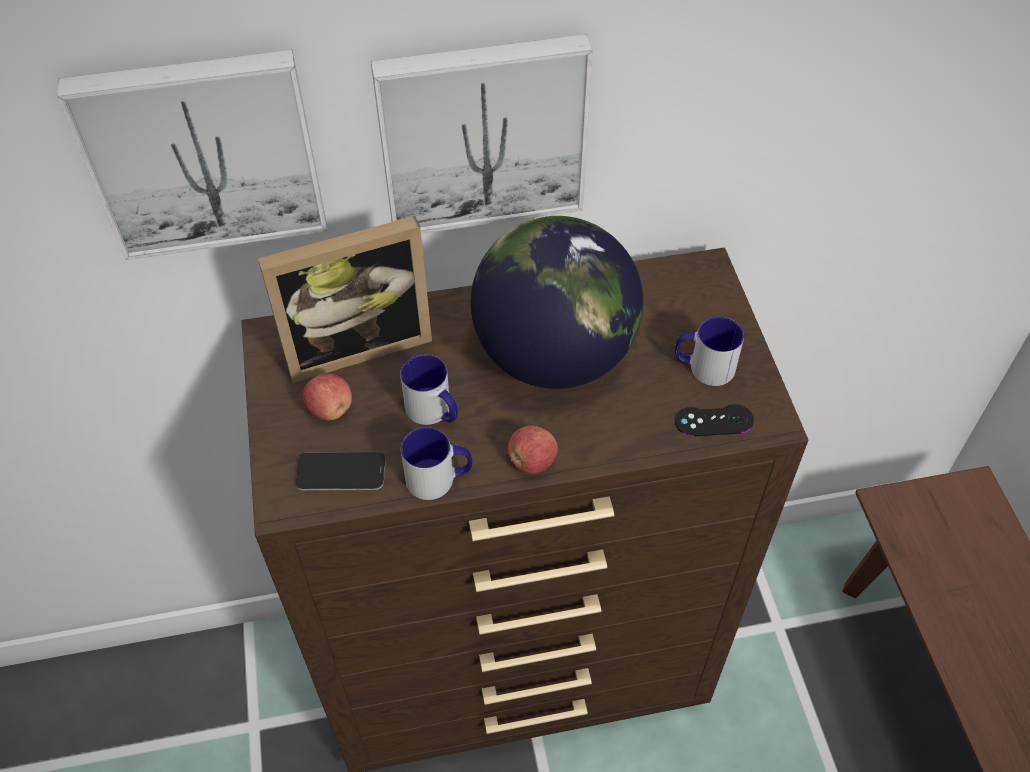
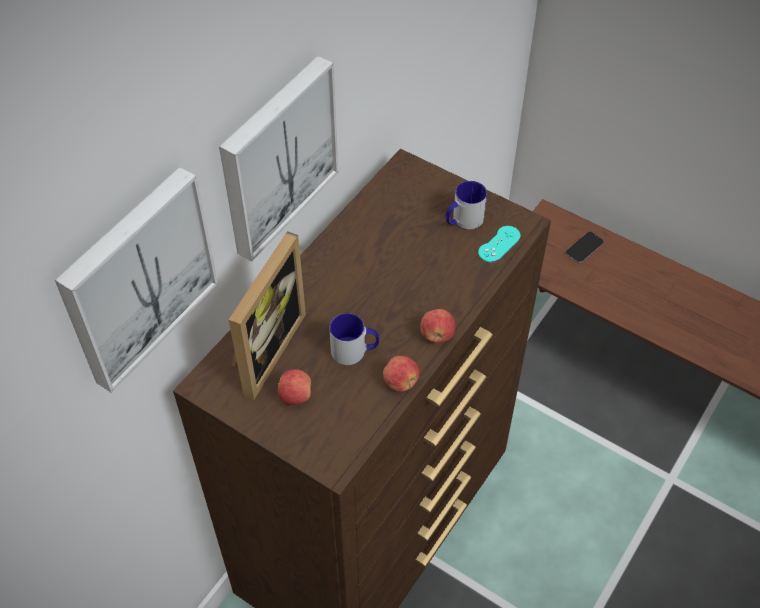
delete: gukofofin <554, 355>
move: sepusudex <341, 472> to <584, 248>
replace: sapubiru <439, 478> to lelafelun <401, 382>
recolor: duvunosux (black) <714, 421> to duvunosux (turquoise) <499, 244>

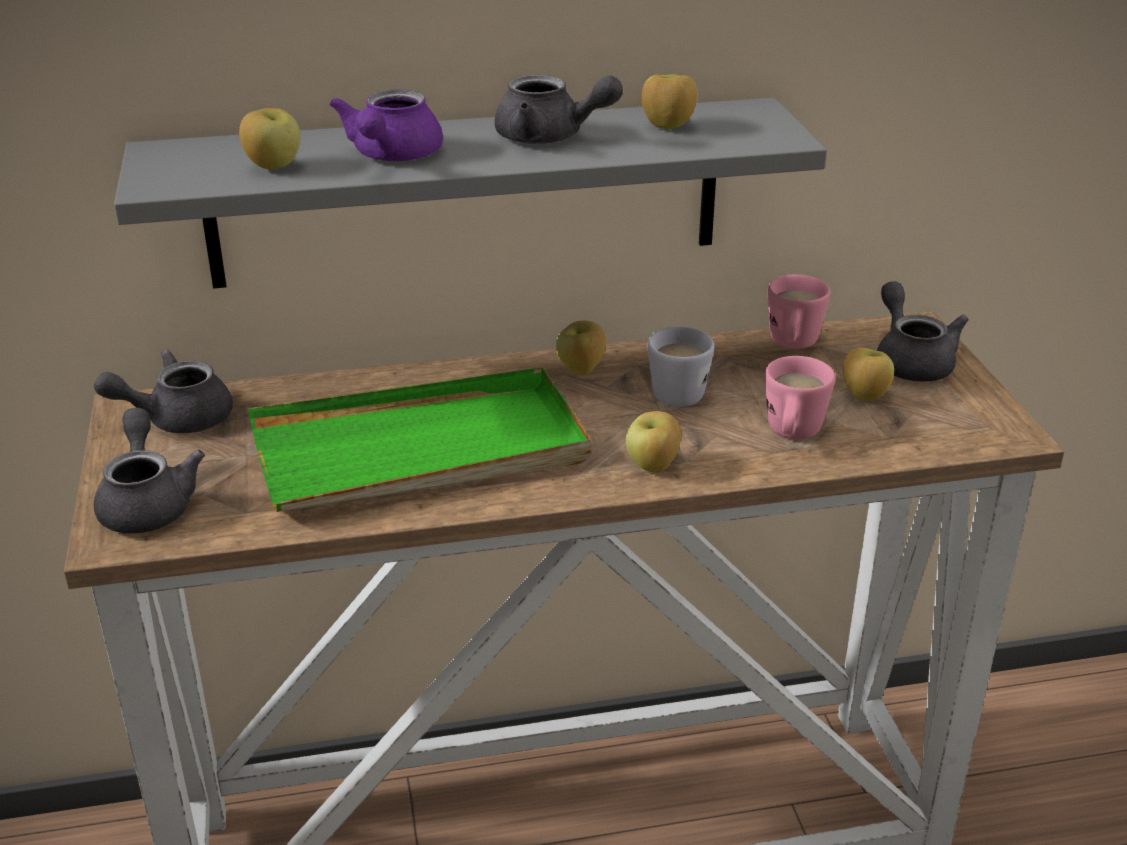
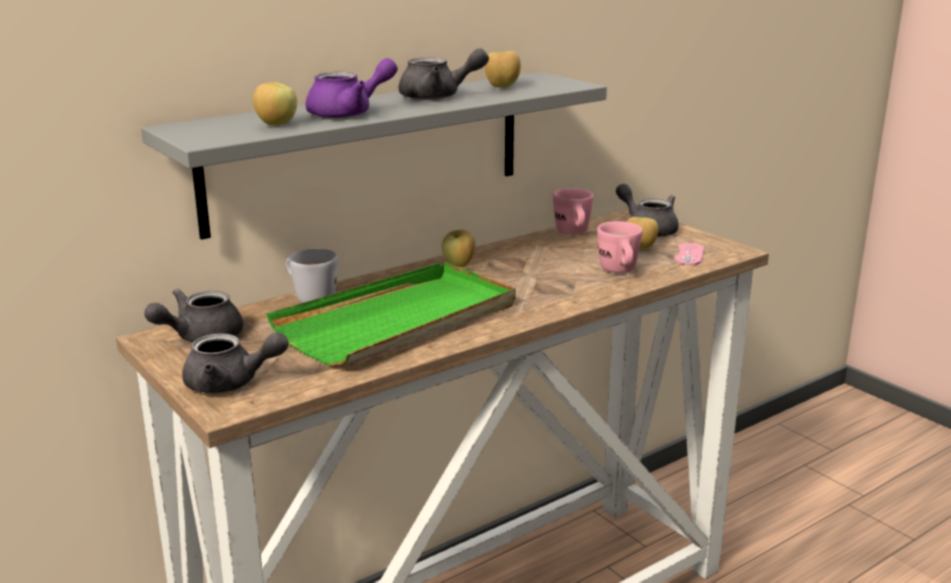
delete: lelafelun <653, 466>
insert: duvunosux (pink) <689, 254>
move: sapubiru (white) <672, 391> to <310, 297>
rotate: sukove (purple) <391, 156> = <349, 113> 105 degrees counterclockwise; sukove (grey) <148, 502> = <231, 383> 135 degrees clockwise

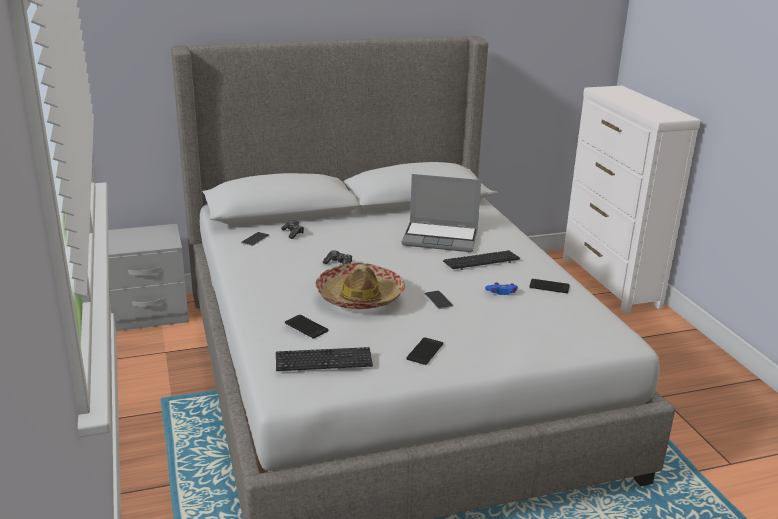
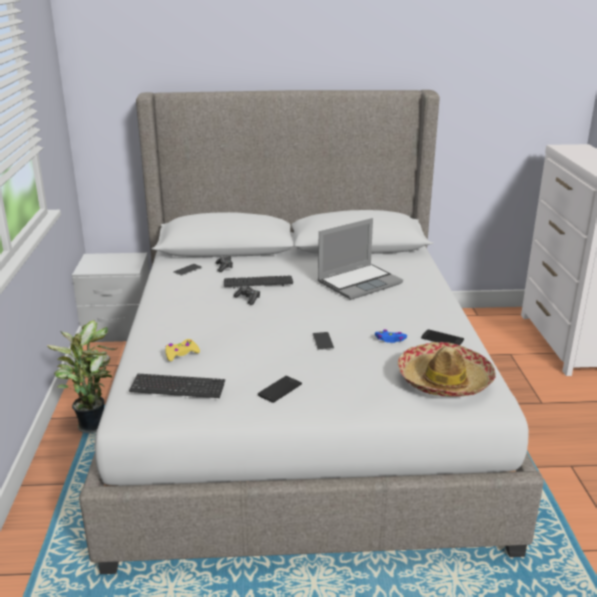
insert: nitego <92, 424>
move: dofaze <481, 261> to <258, 283>; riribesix <360, 296> to <444, 380>
replace: sepusudex <306, 327> to duvunosux (yellow) <181, 354>
rotate: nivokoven <441, 238> = <359, 282> 60 degrees counterclockwise

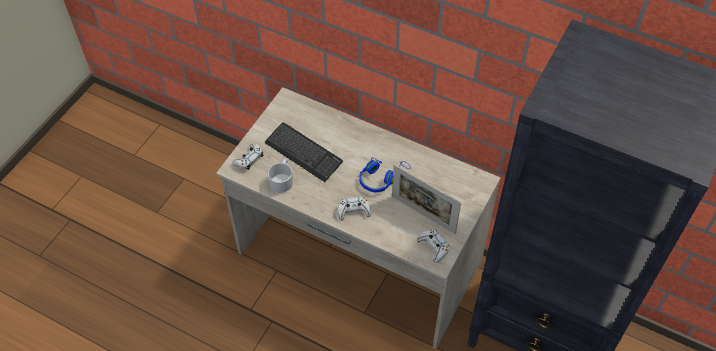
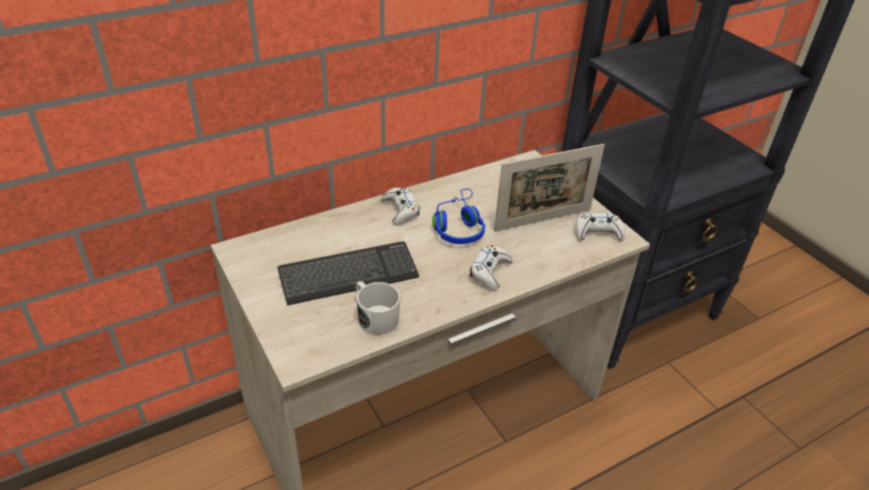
move: duvunosux (white) <249, 159> to <400, 210>

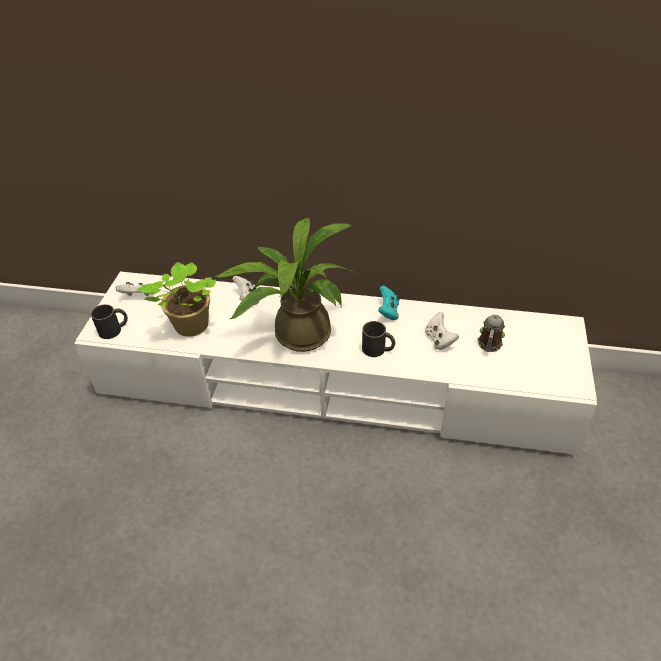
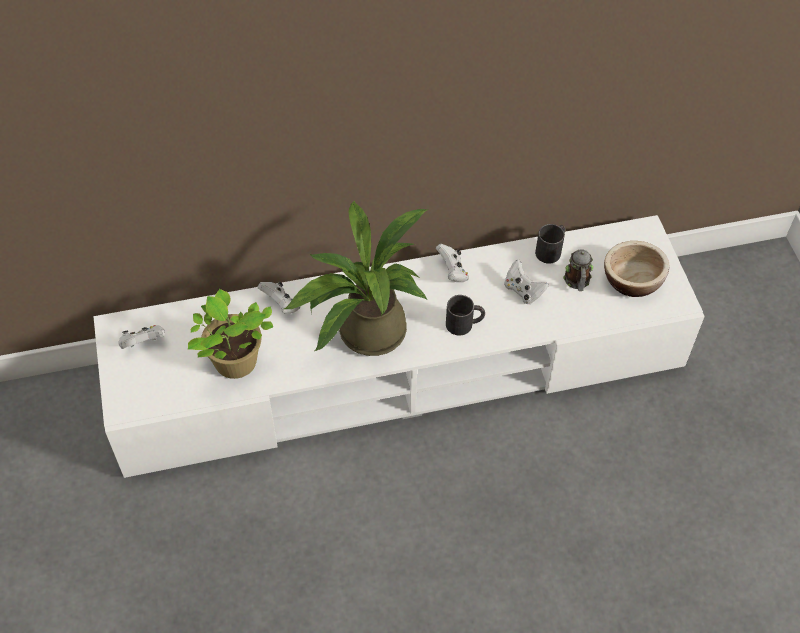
insert: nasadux <632, 280>
move: sapubiru (black) <114, 329> to <551, 250>
recolor: duvunosux (turquoise) <388, 311> to duvunosux (white) <452, 272>

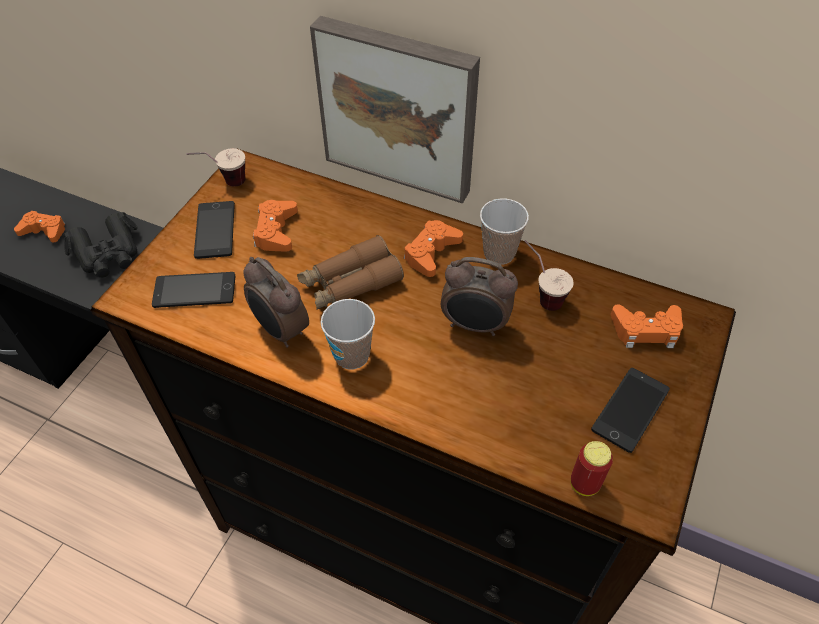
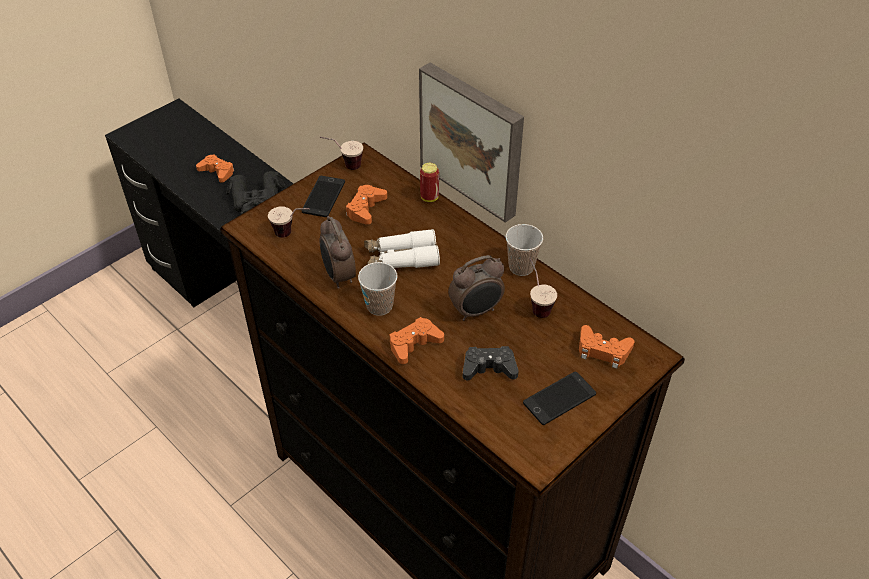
insert: duvunosux (black) <489, 368>
move: duvunosux (orange) <431, 253> to <414, 344>; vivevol <584, 483> to <429, 197>
replace: sepusudex <194, 291> to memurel <292, 234>
recolor: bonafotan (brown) <350, 283> to bonafotan (white) <401, 258>
rotate: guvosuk <475, 325> = <476, 311> 60 degrees counterclockwise

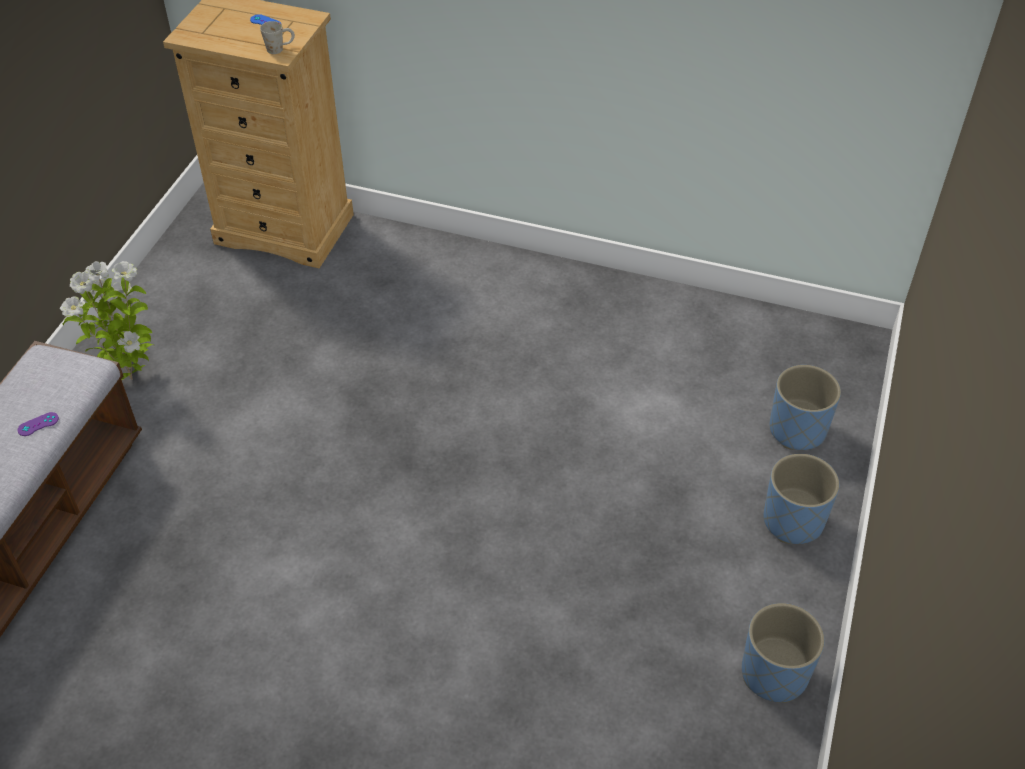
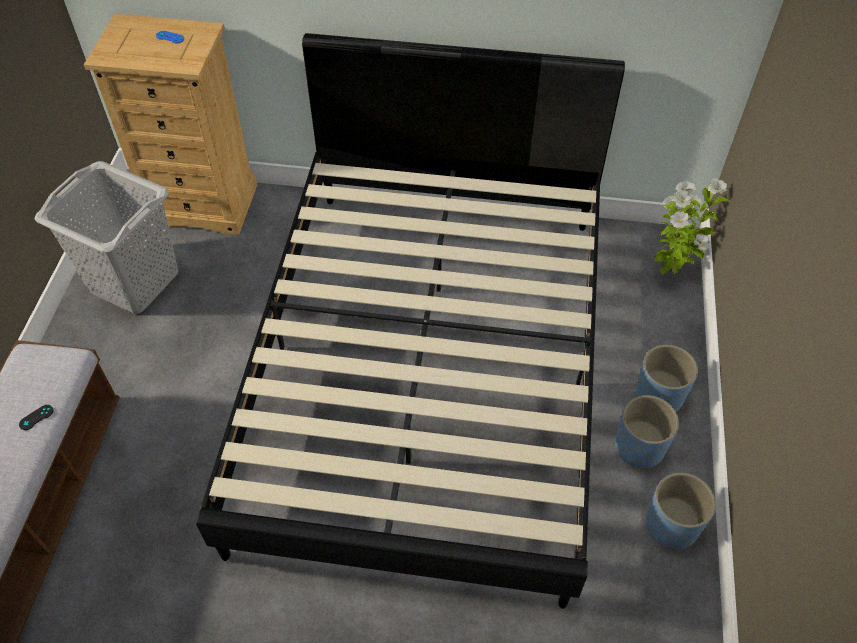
delete: sapubiru (white) <280, 48>
insert: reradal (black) <429, 368>; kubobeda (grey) <134, 281>
move: nitego <131, 378> to <670, 271>; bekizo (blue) <797, 430> to <639, 447>
recolor: duvunosux (purple) <38, 424> to duvunosux (black) <36, 417>

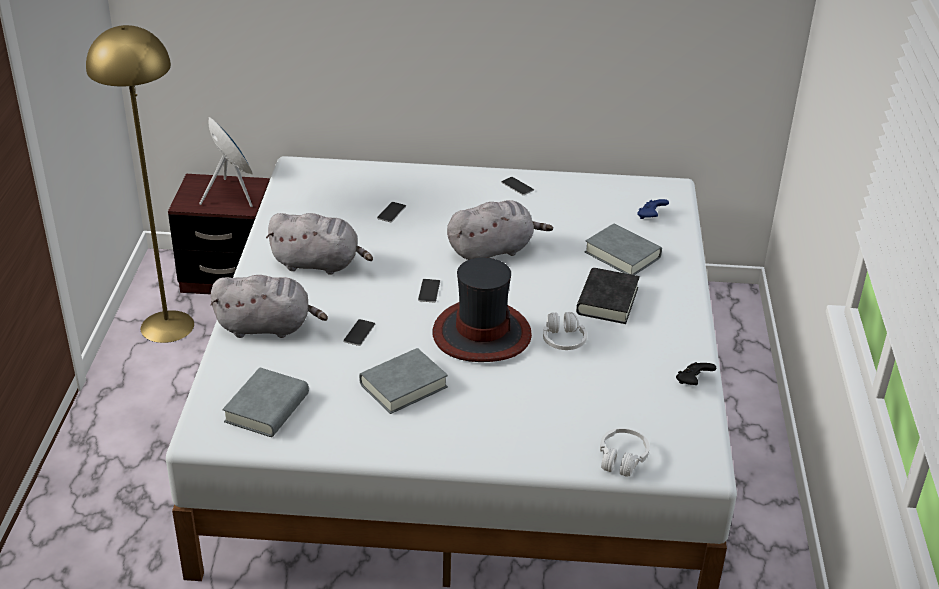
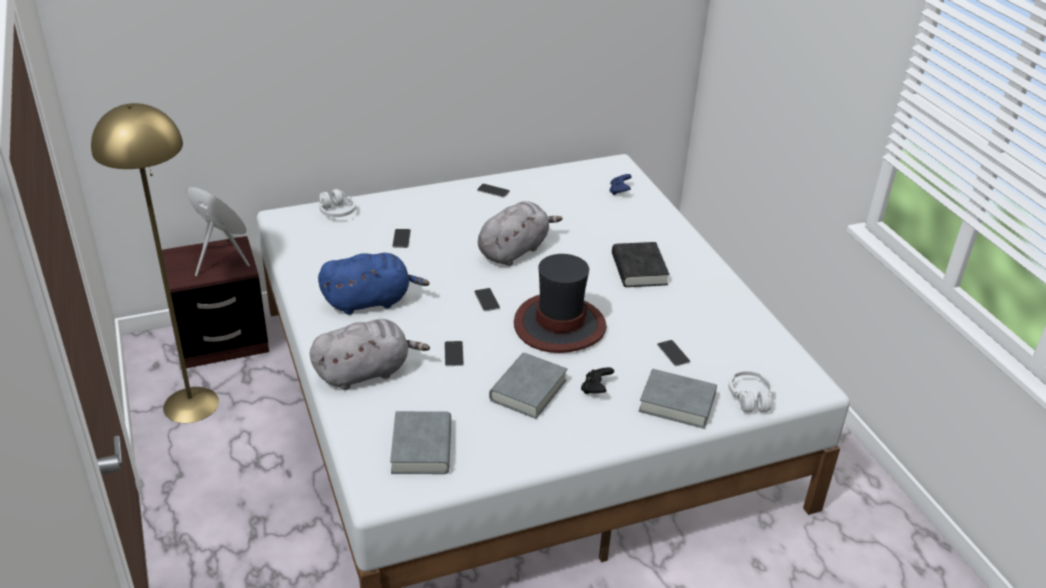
insert: sepusudex <673, 353>
move: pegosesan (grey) <622, 255> to <677, 403>; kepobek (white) <563, 340> to <336, 212>; duvunosux (black) <693, 382> to <596, 389>
recolor: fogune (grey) <319, 264> to fogune (blue) <370, 301>

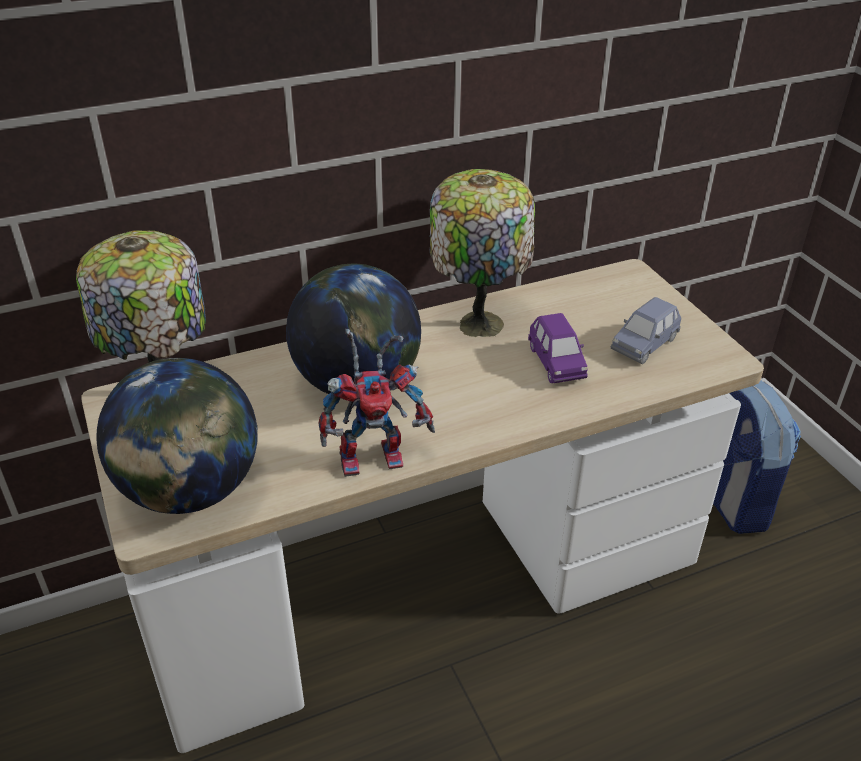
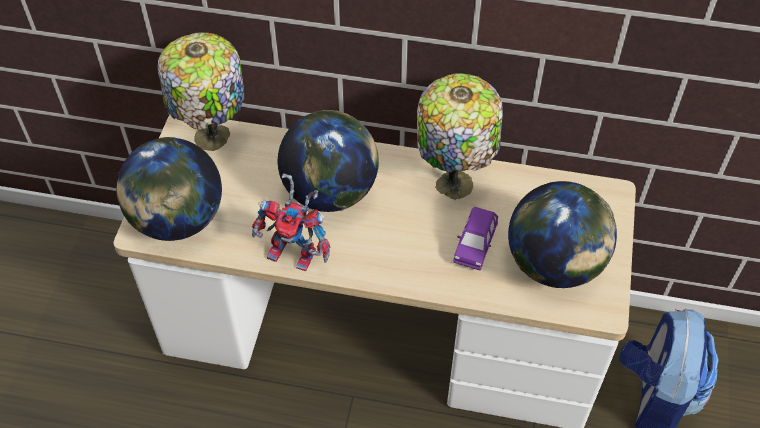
replace: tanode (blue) <644, 345> to gukofofin <554, 264>

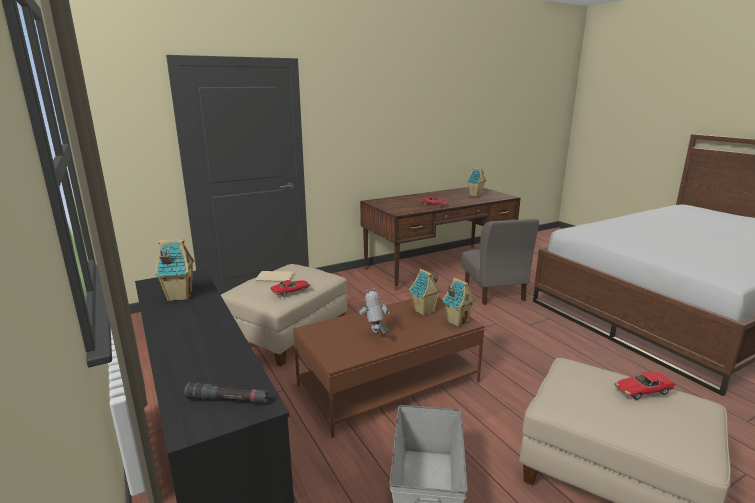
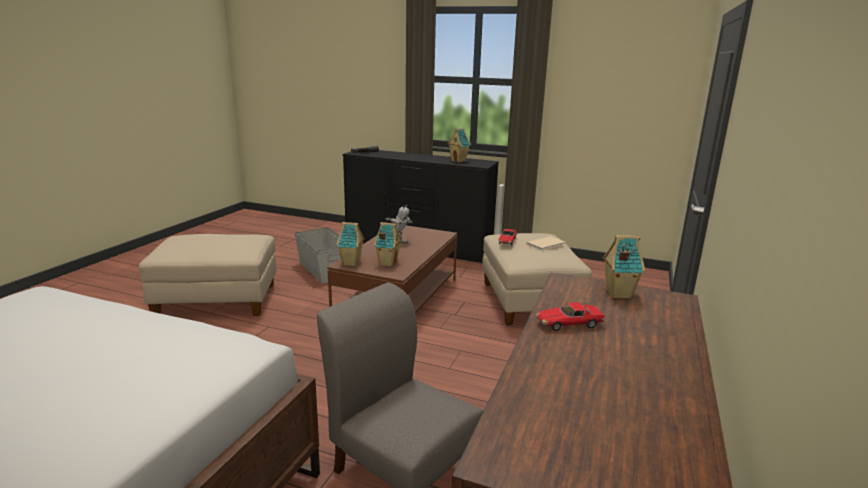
delete: tanode <642, 391>
move: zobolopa <475, 195> to <617, 294>

